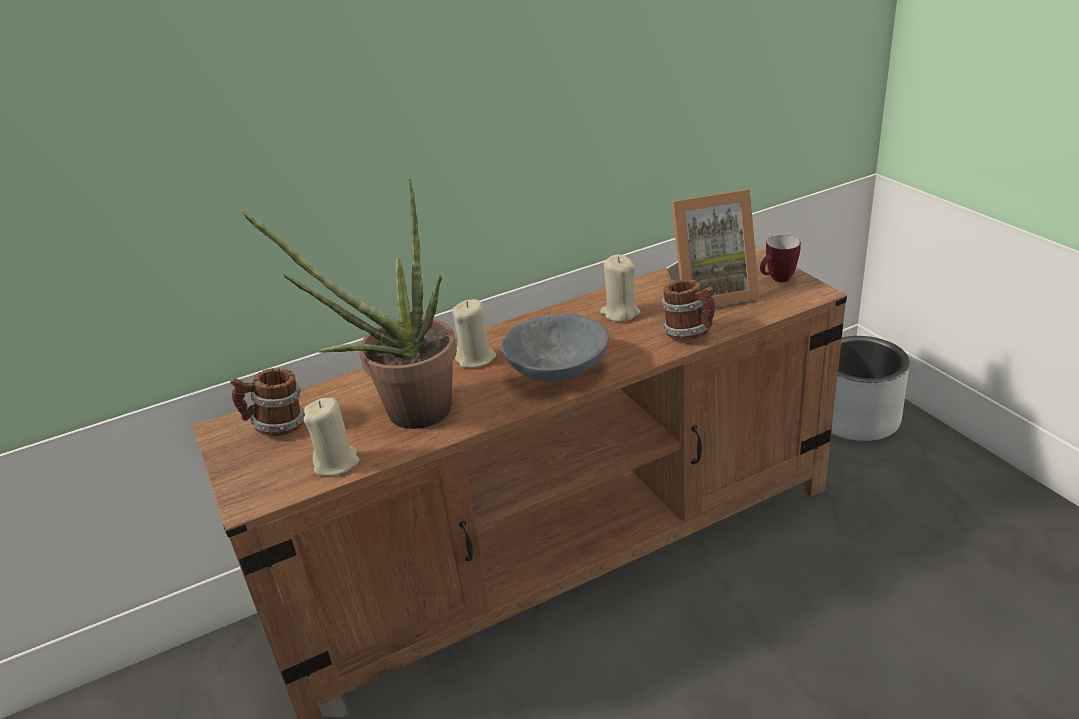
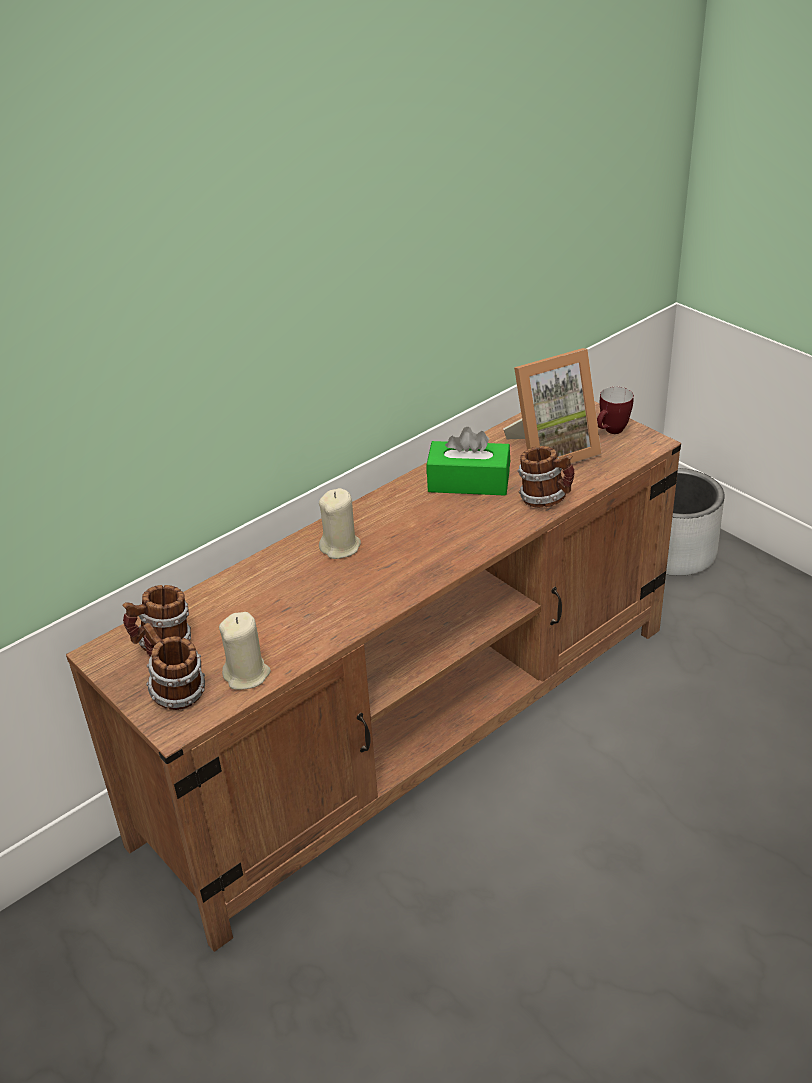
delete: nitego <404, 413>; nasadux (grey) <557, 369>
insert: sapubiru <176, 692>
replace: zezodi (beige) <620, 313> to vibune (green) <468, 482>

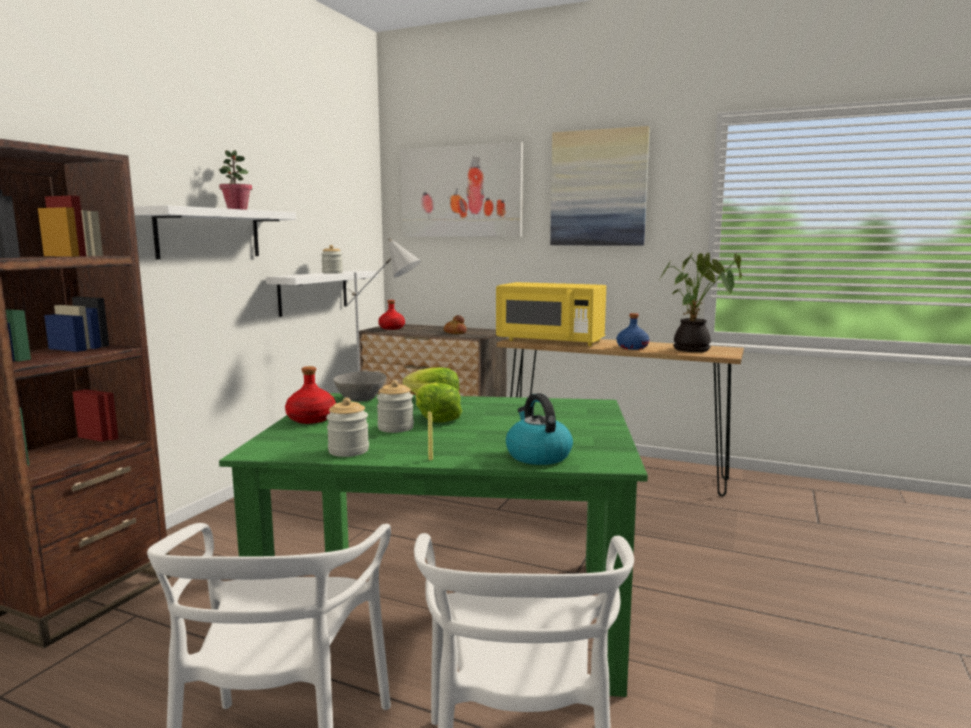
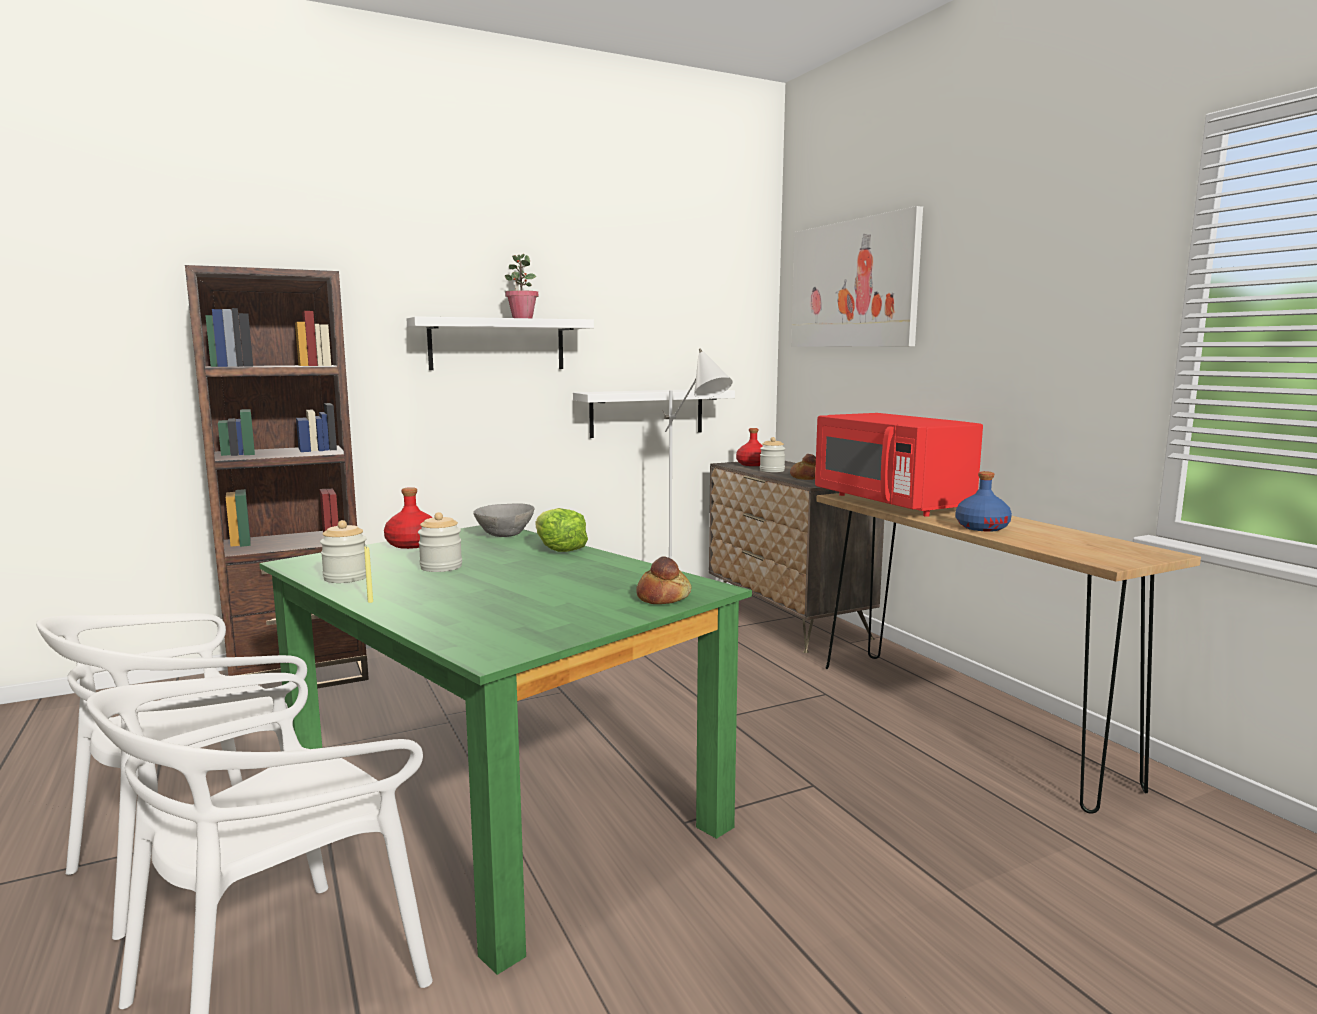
delete: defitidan <598, 188>; nitego <694, 350>; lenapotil <436, 419>; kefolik <537, 455>
insert: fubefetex <663, 597>
move: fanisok <332, 273> to <772, 470>
recolor: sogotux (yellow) <550, 341> to sogotux (red) <891, 503>

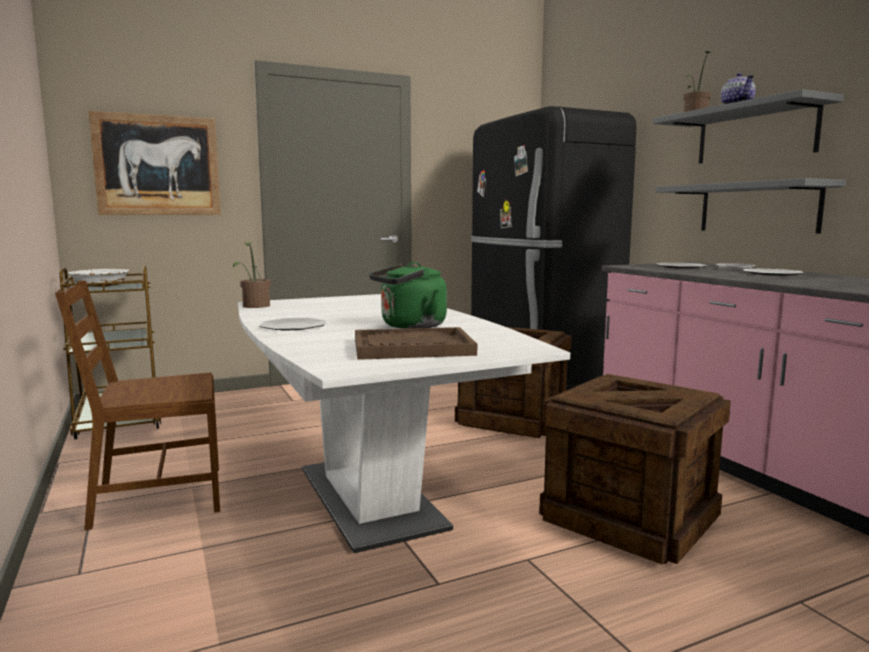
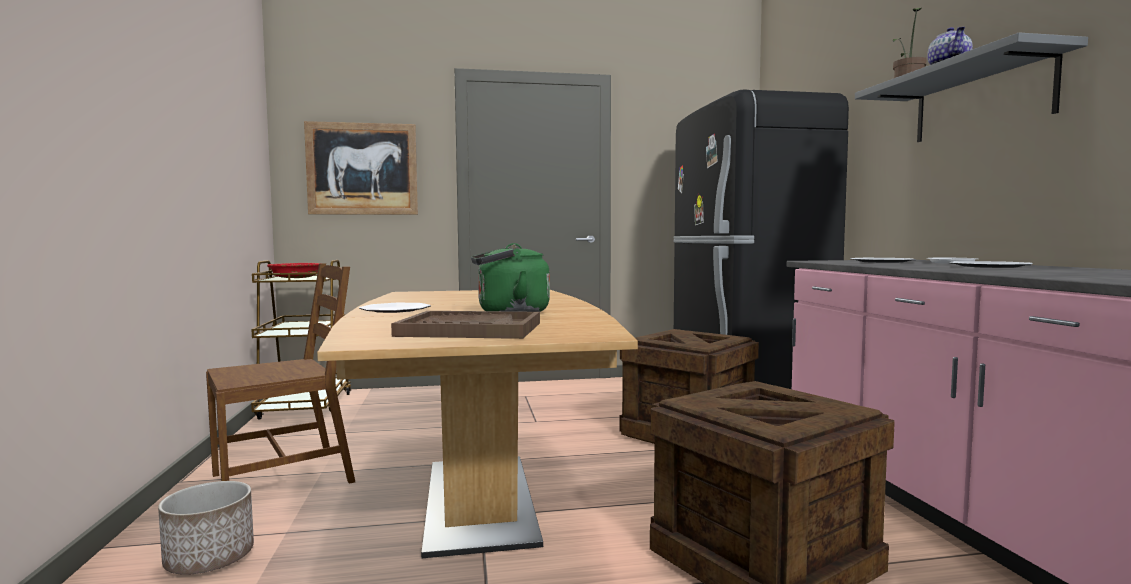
delete: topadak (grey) <758, 208>; nitego <254, 306>
insert: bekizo <209, 558>
recolor: nasadux (white) <101, 285> to nasadux (red) <296, 277>; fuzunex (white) <369, 497> to fuzunex (brown) <479, 501>
rotate: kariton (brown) <157, 497> = <284, 478> 150 degrees clockwise

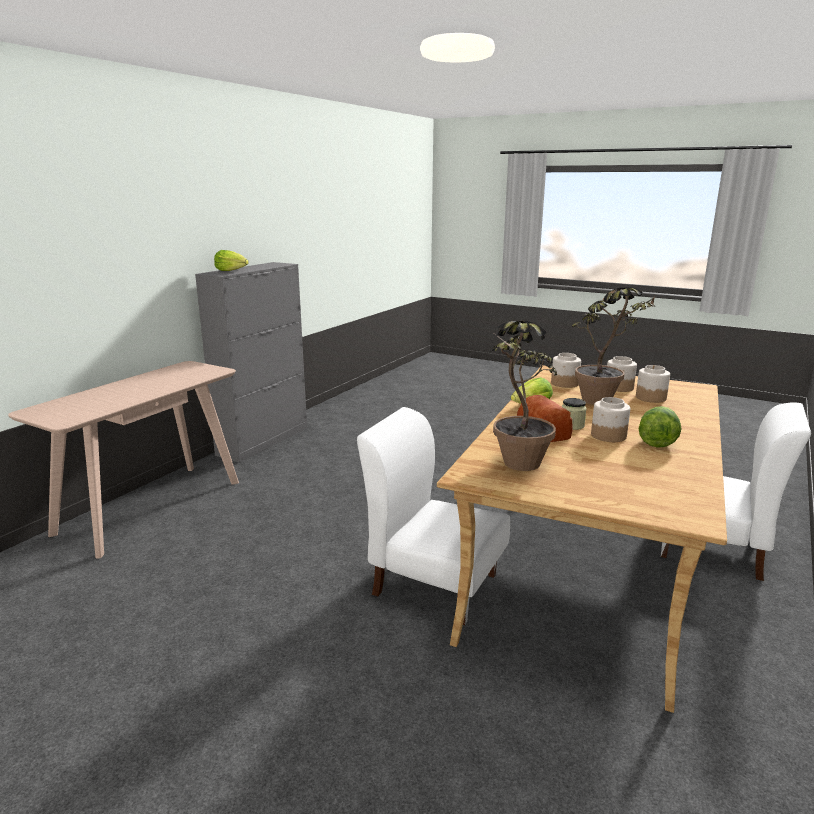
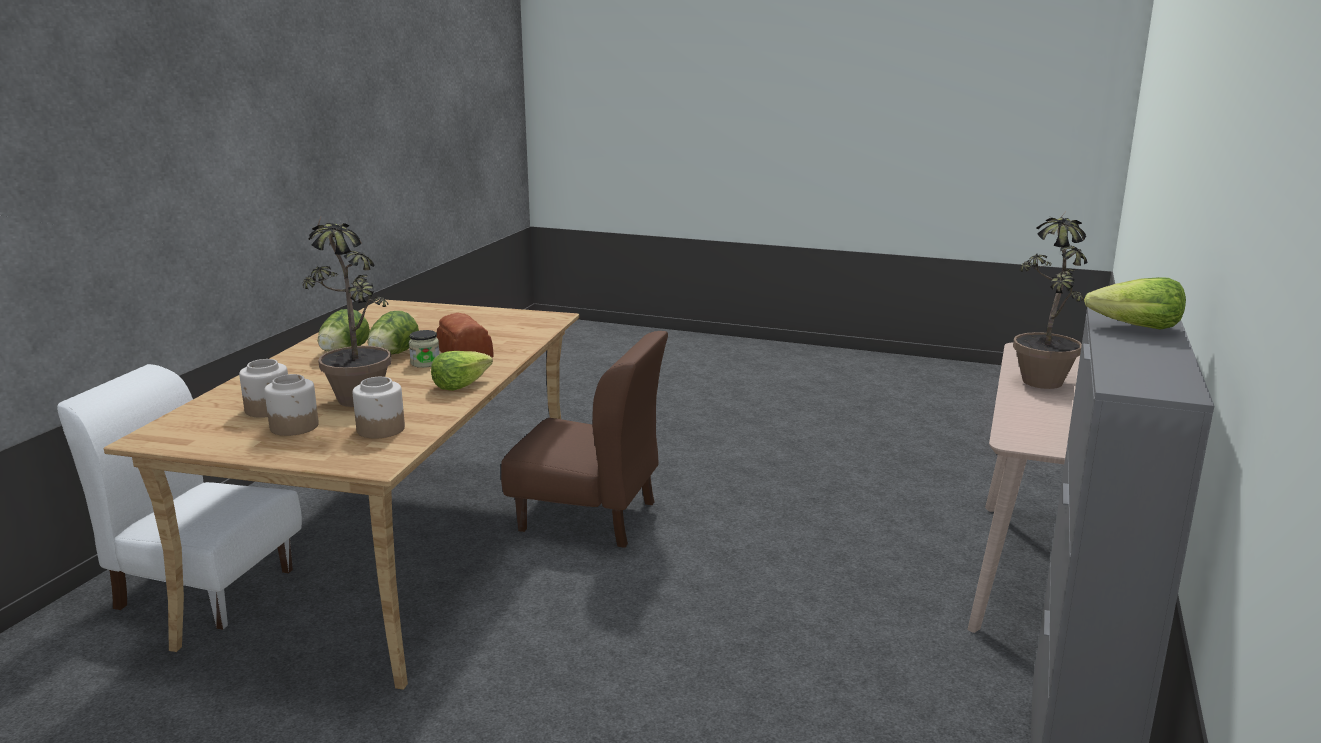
move: nitego <516, 468> to <1042, 377>
replace: fanisok <608, 436> to lenapotil <393, 354>
recolor: kariton (white) <434, 583> to kariton (brown) <589, 516>

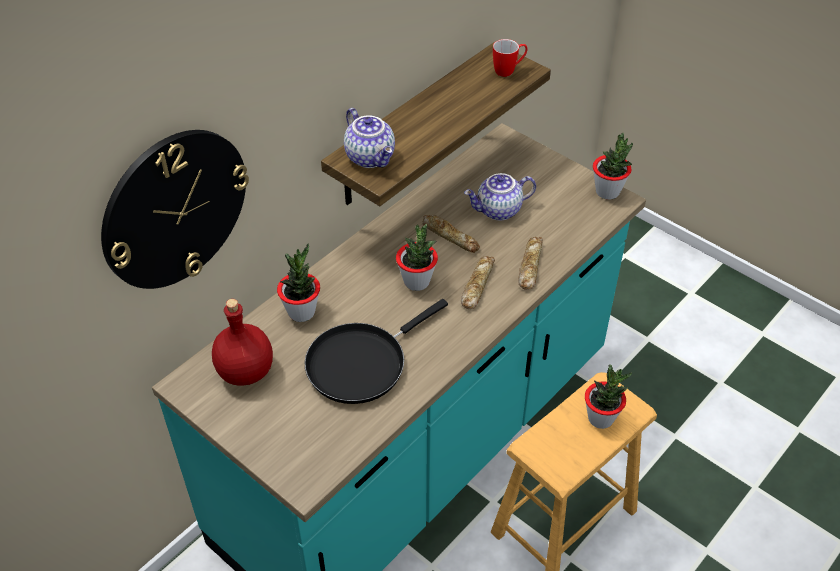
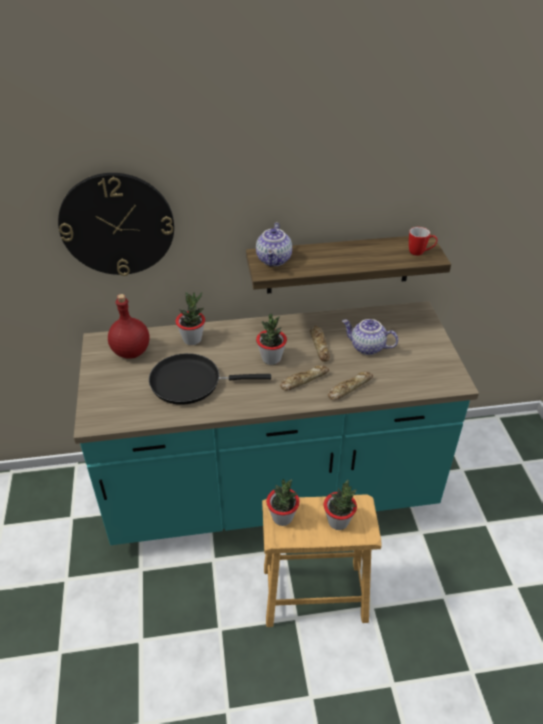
move: nitego <607, 192> to <282, 517>

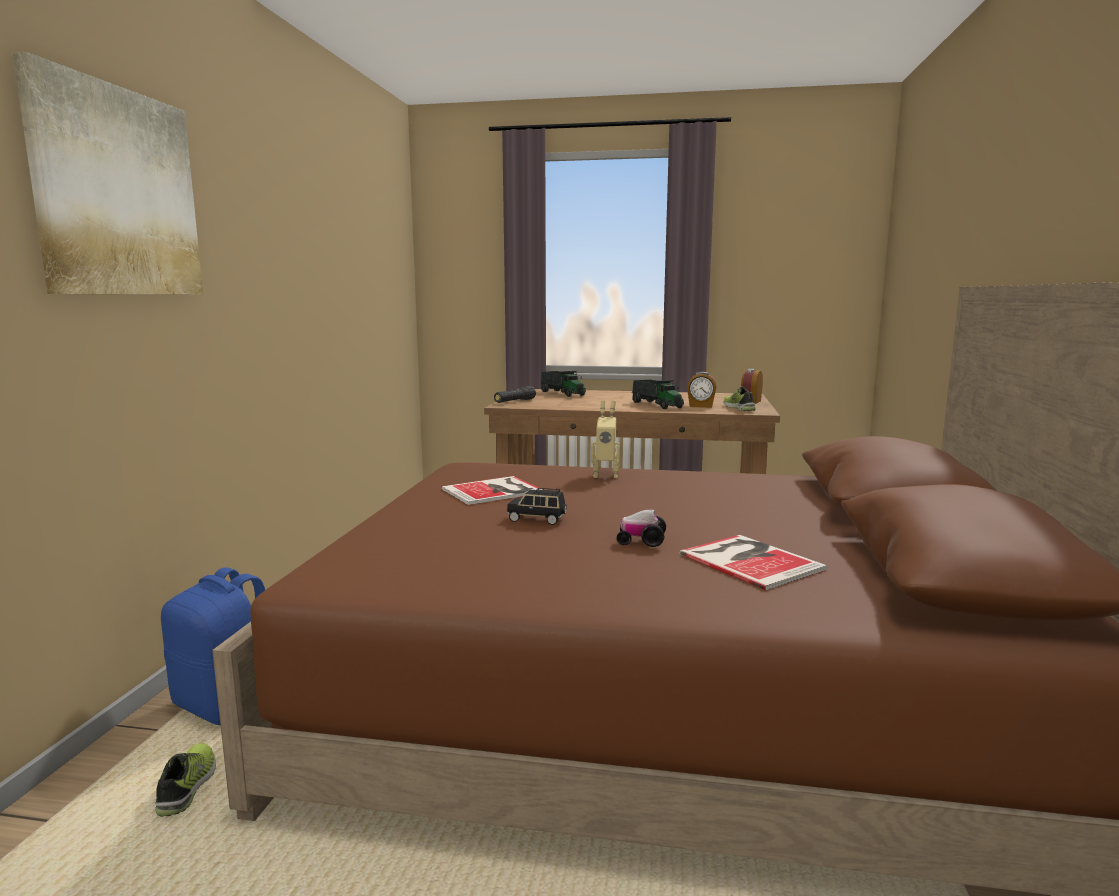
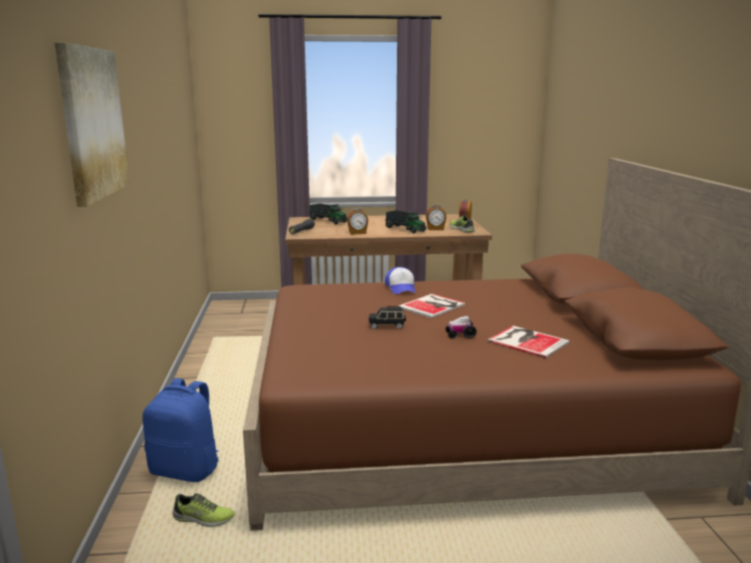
insert: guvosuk <357, 233>
move: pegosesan <495, 491> to <433, 306>
replace: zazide <606, 475> to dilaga <401, 288>
rotate: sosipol <189, 785> = <203, 519> 120 degrees clockwise

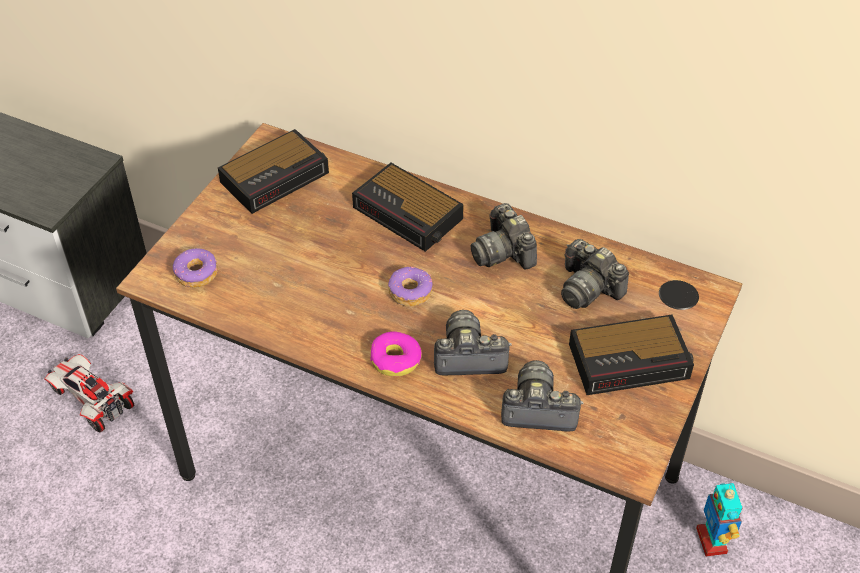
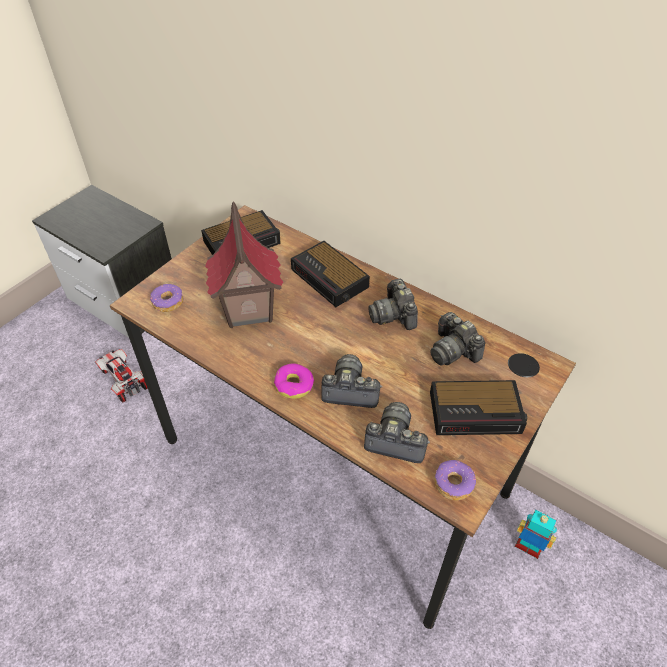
insert: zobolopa <248, 310>
move: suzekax <410, 292> to <453, 483>
rotate: zazide <712, 540> = <528, 546> 120 degrees clockwise

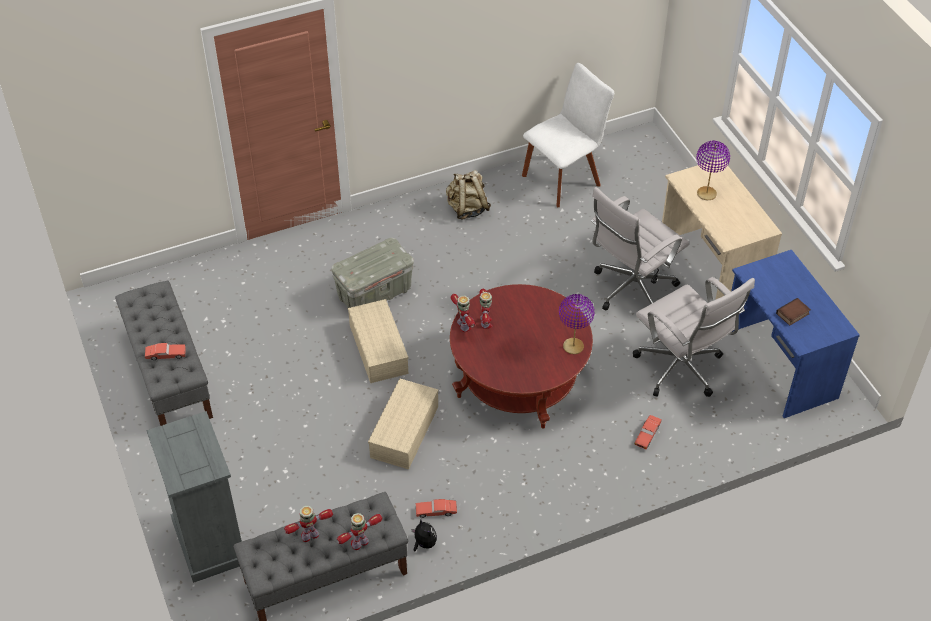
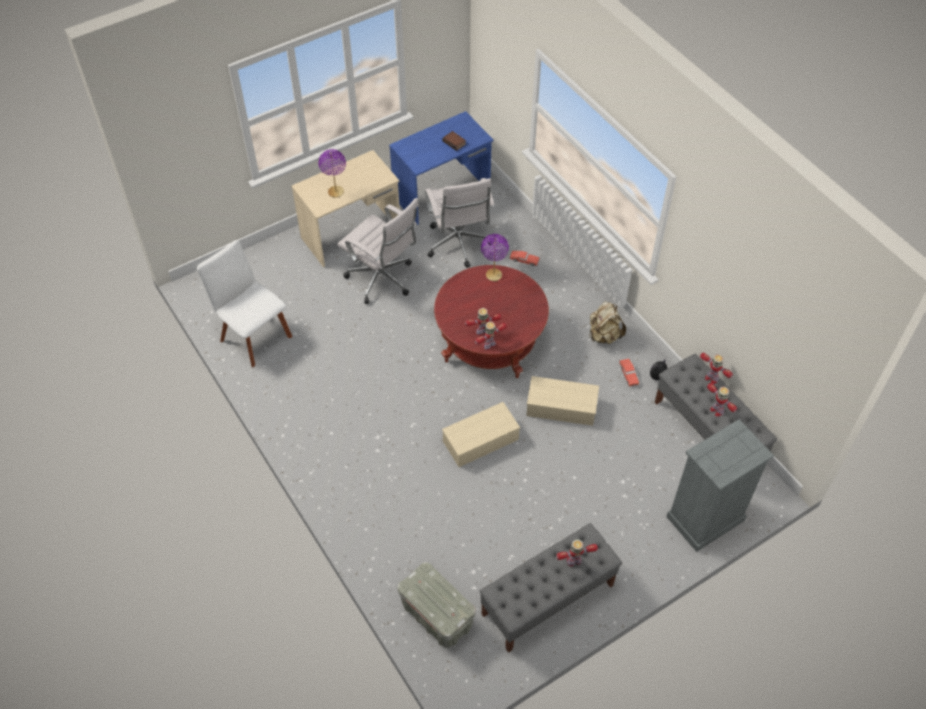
move: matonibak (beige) <467, 209> to <604, 335>; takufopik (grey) <374, 292> to <436, 615>
replace: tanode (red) <166, 355> to zazide <574, 561>
rotate: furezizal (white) <681, 370> = <459, 245> 120 degrees clockwise

